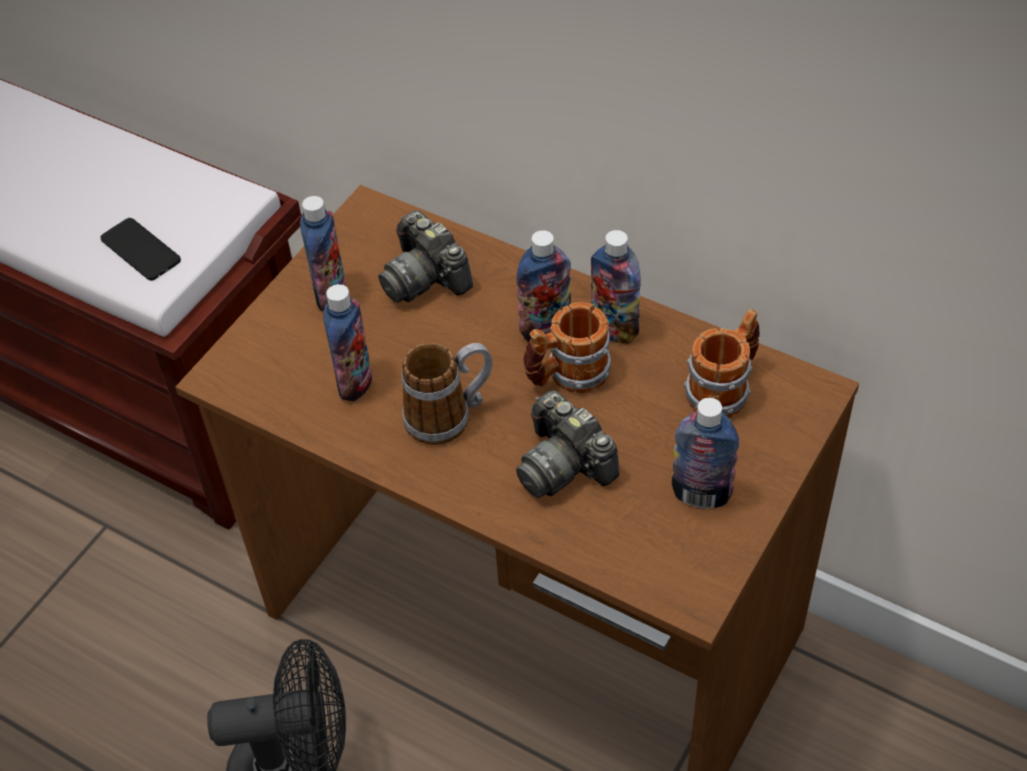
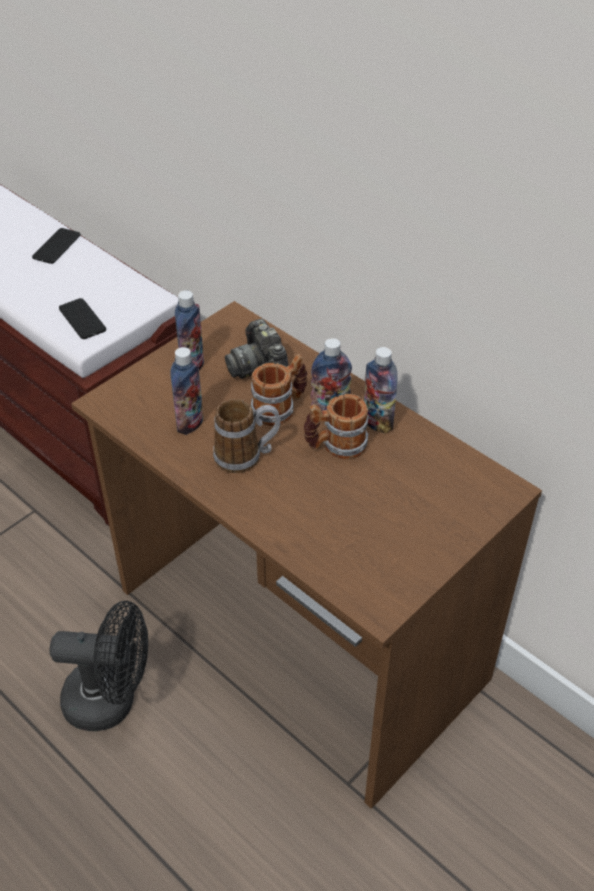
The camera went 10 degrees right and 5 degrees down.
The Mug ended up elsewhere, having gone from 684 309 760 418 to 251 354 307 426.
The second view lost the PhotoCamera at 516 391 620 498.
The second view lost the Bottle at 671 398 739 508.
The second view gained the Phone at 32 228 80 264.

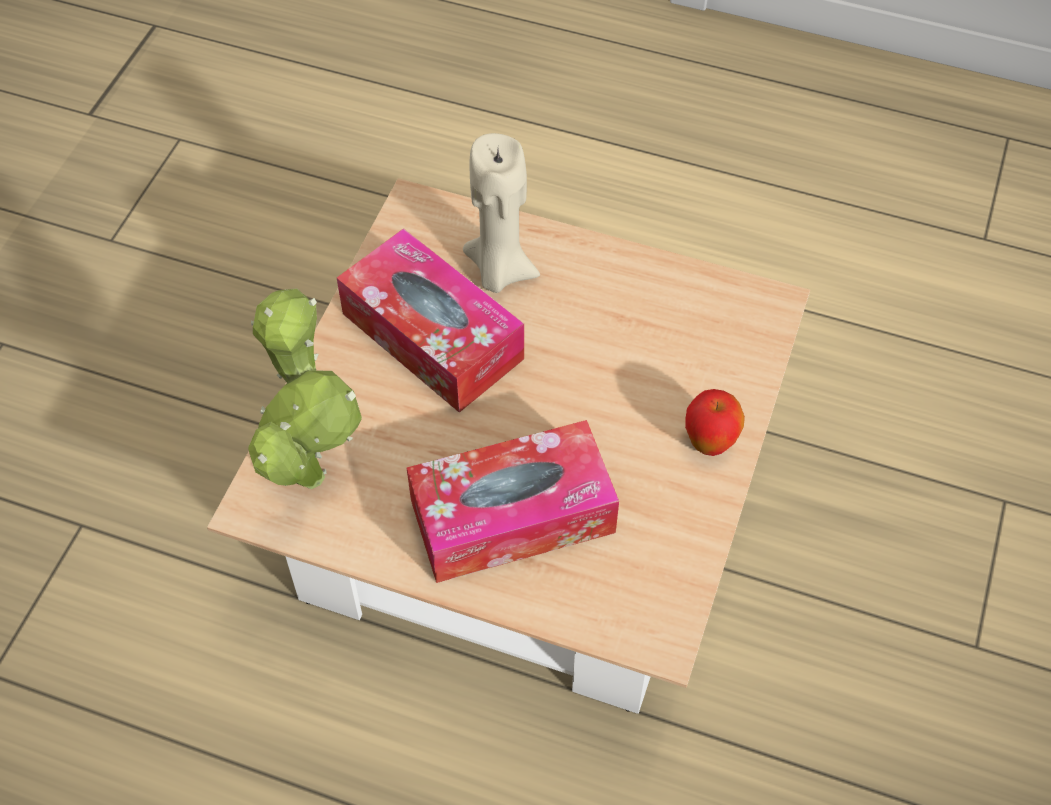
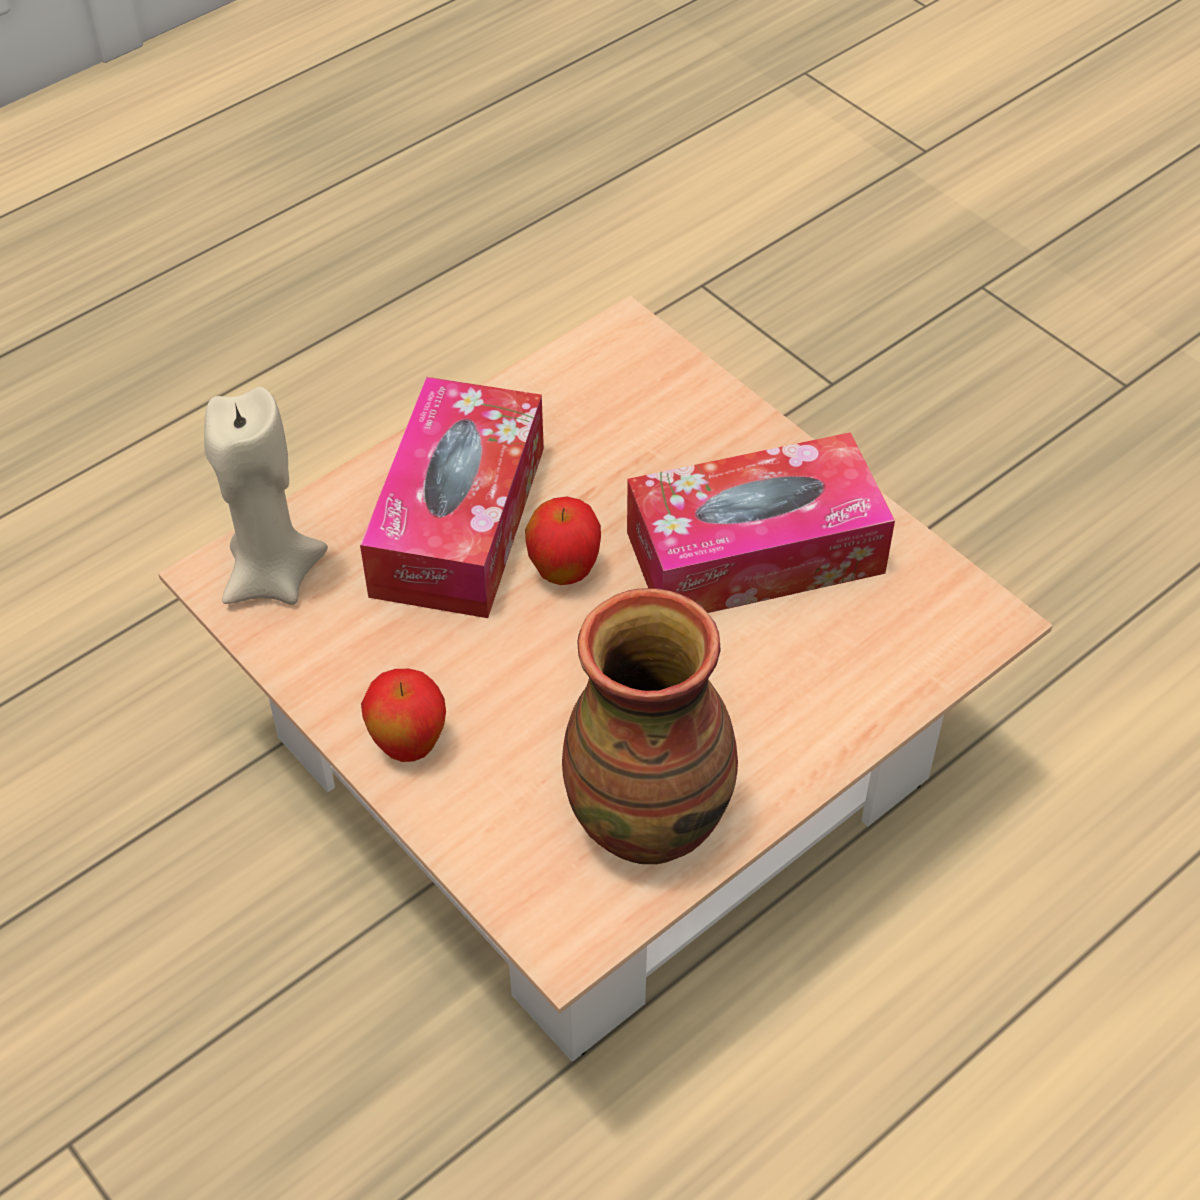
The camera went 120 degrees right and 5 degrees down.
The BeigeCandle ended up elsewhere, having gone from 463 133 540 293 to 204 387 328 605.
The second view lost the PottedPlant at 248 288 362 489.
The second view gained the Apple at 525 497 601 585.
The second view gained the Vase at 562 588 738 864.

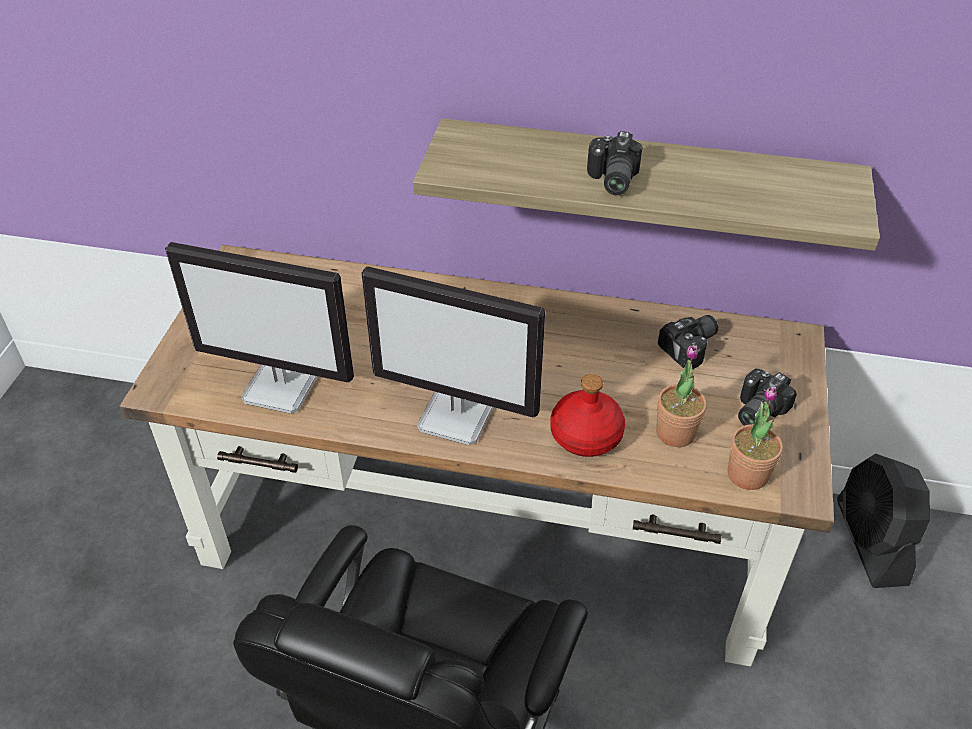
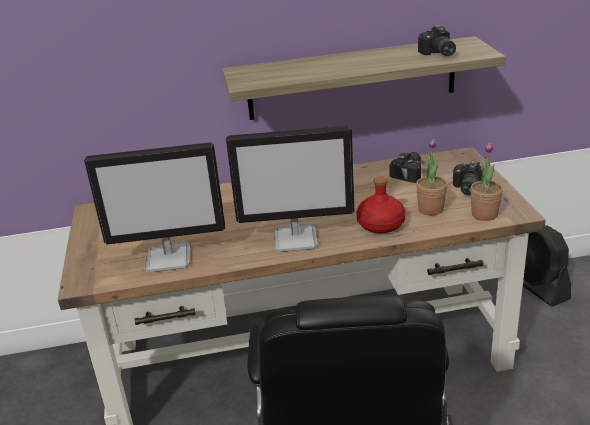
The camera went 20 degrees left and 15 degrees down.
The PhotoCamera ended up elsewhere, having gone from 587 131 642 195 to 418 25 456 56.

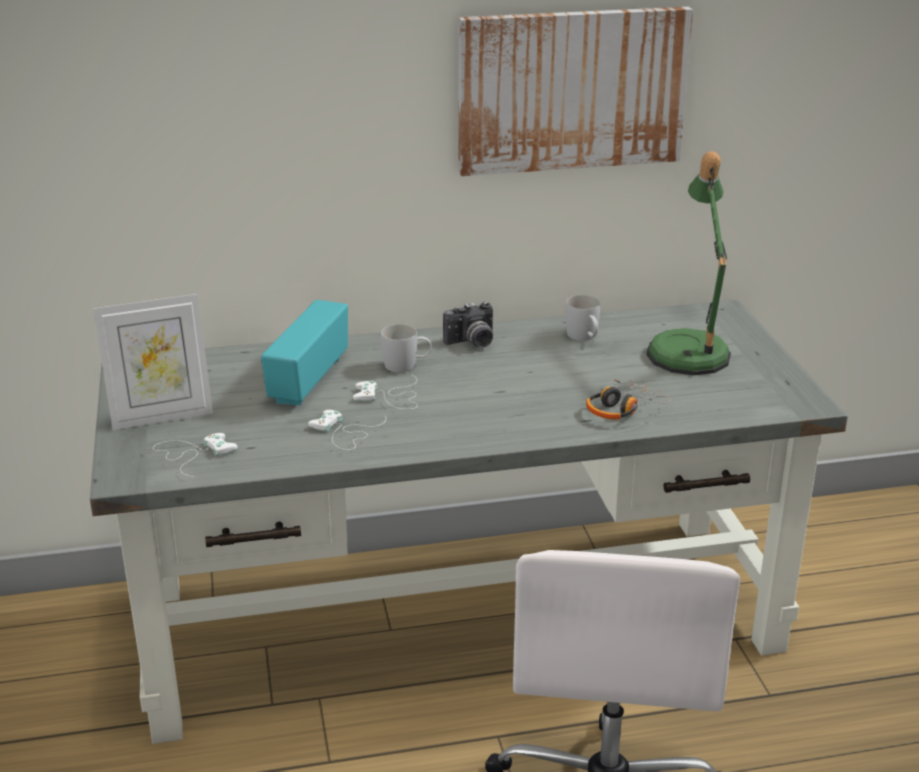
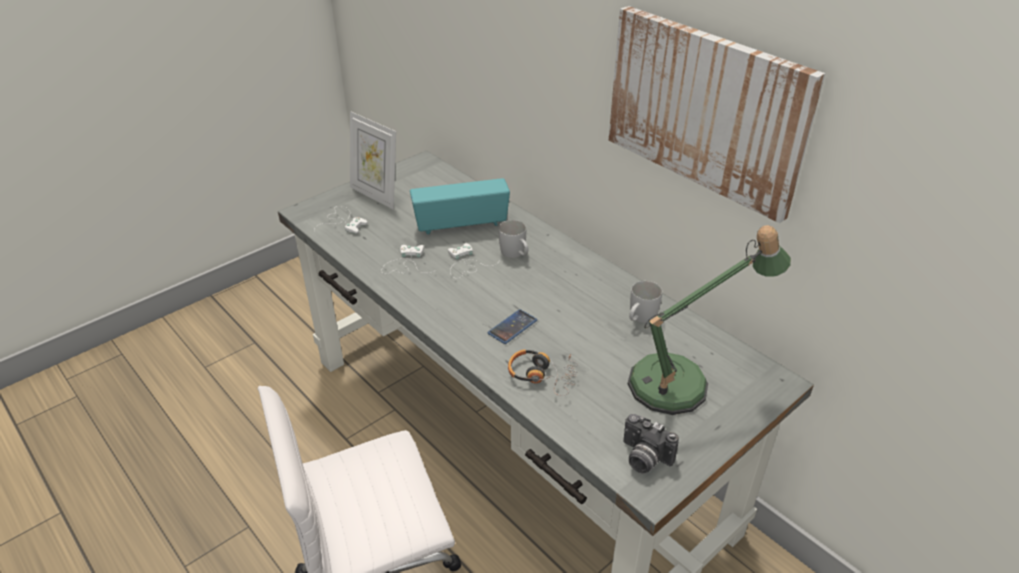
The camera went 60 degrees right and 10 degrees up.
The PhotoCamera ended up elsewhere, having gone from 443 302 493 348 to 623 414 679 473.
The second view gained the Phone at 488 309 537 344.

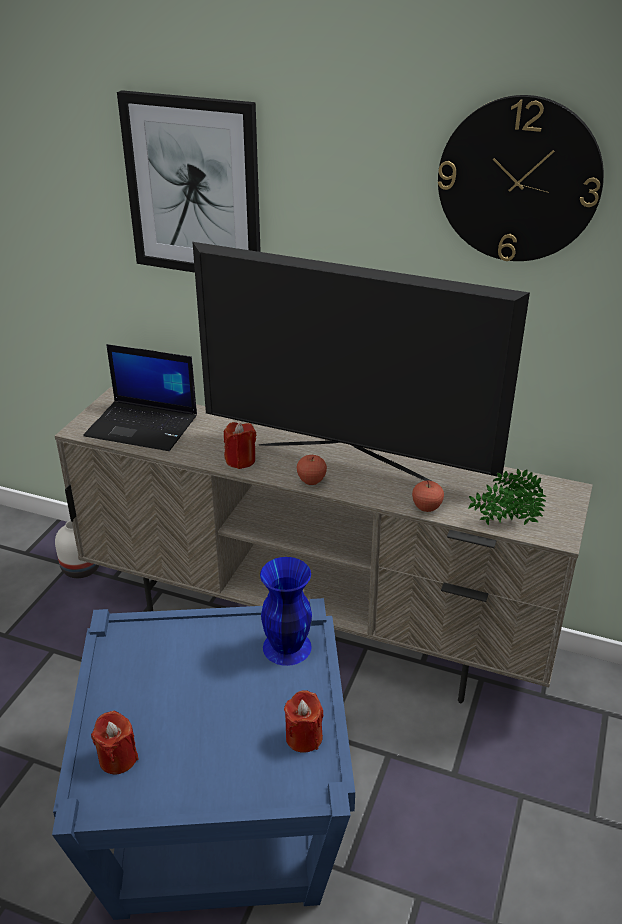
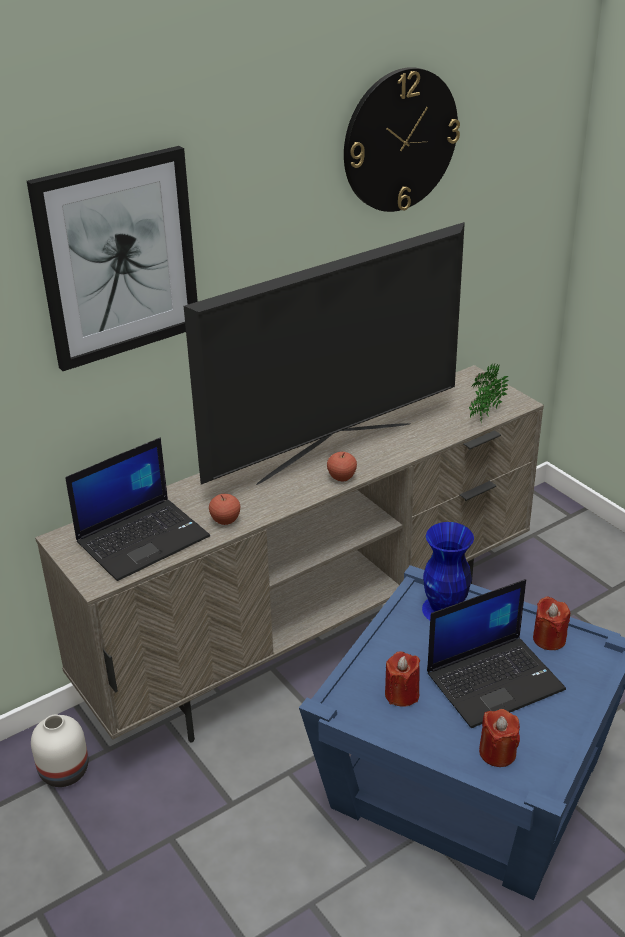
The camera went 55 degrees left and 0 degrees up.
The RedCandle ended up elsewhere, having gone from 224 422 256 469 to 385 652 420 706.
The Apple ended up elsewhere, having gone from 412 480 444 512 to 209 494 240 525.
The second view gained the Laptop at 427 579 566 728.

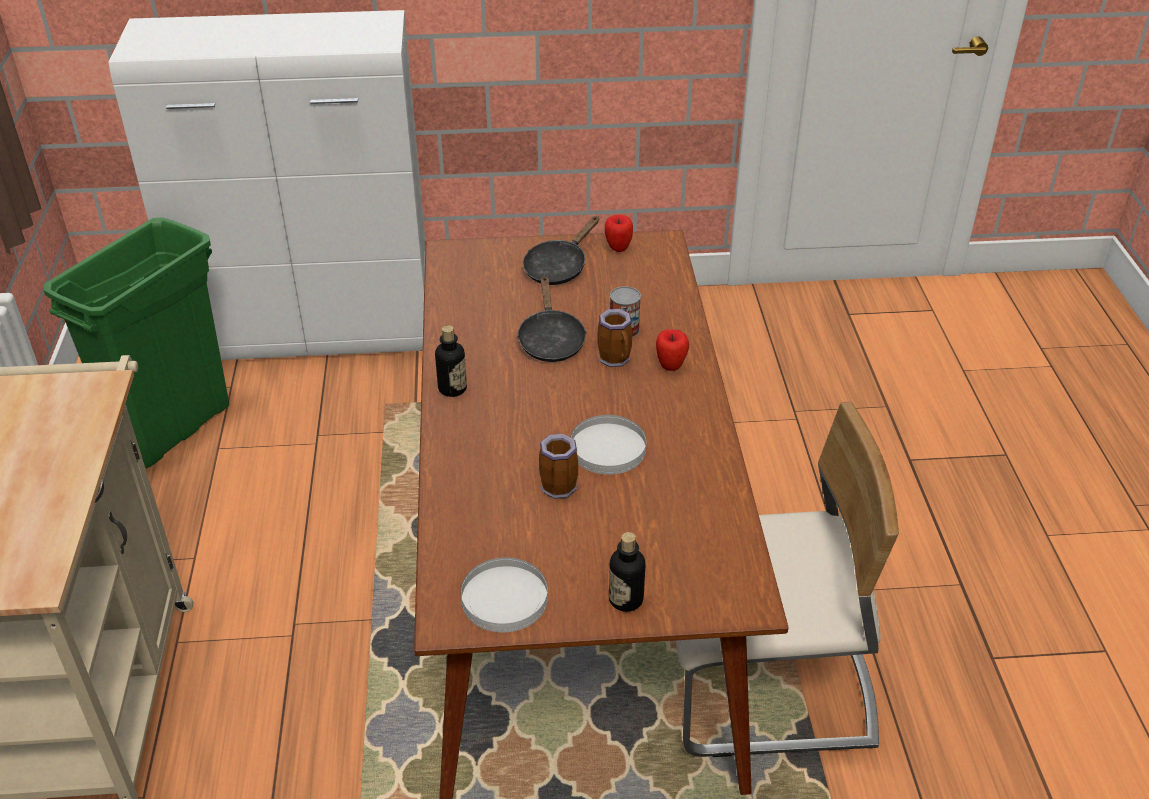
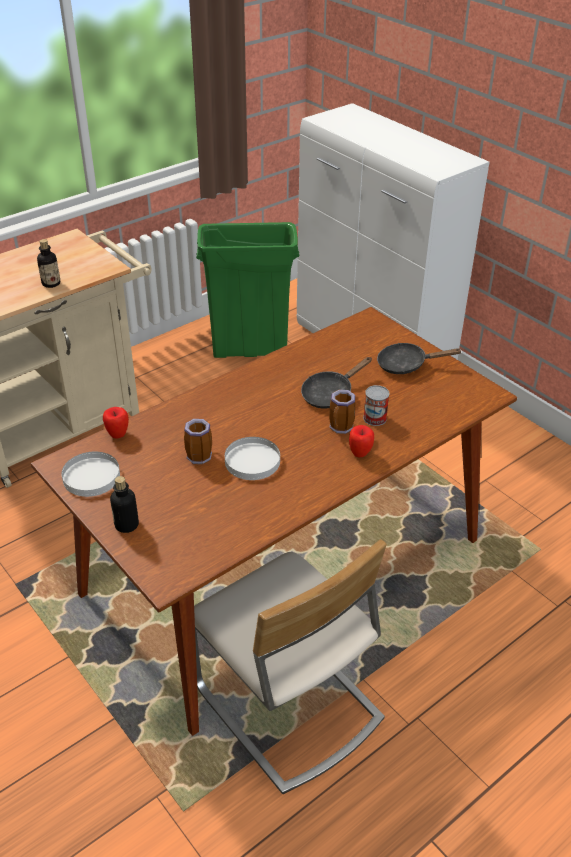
The camera went 55 degrees right and 0 degrees up.
The Apple ended up elsewhere, having gone from 605 214 633 252 to 103 407 129 438.
The Bottle ended up elsewhere, having gone from 435 325 467 397 to 37 239 60 288.

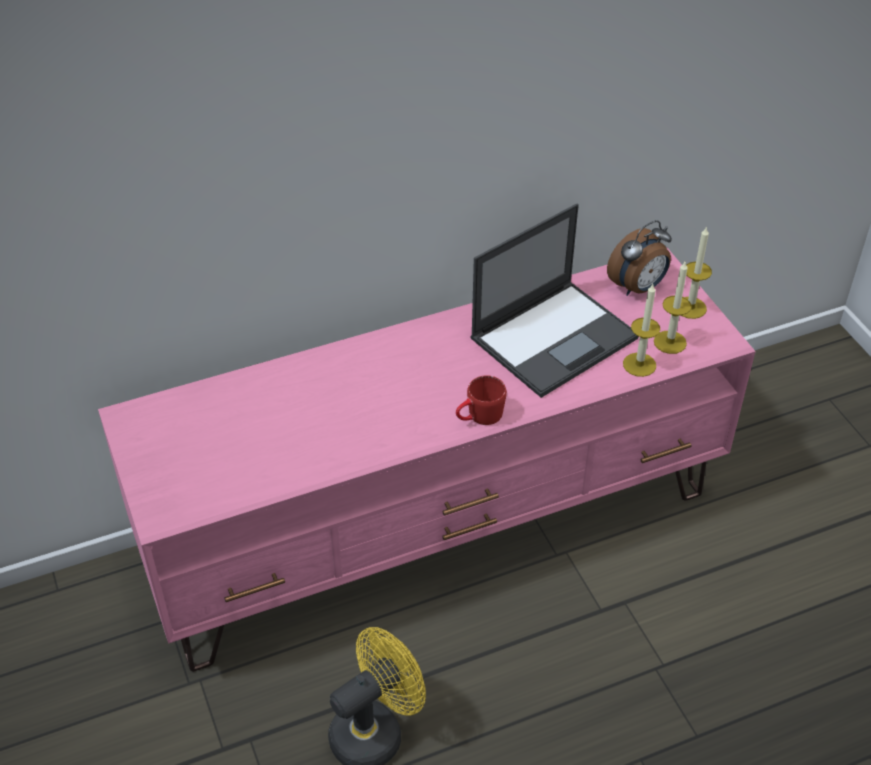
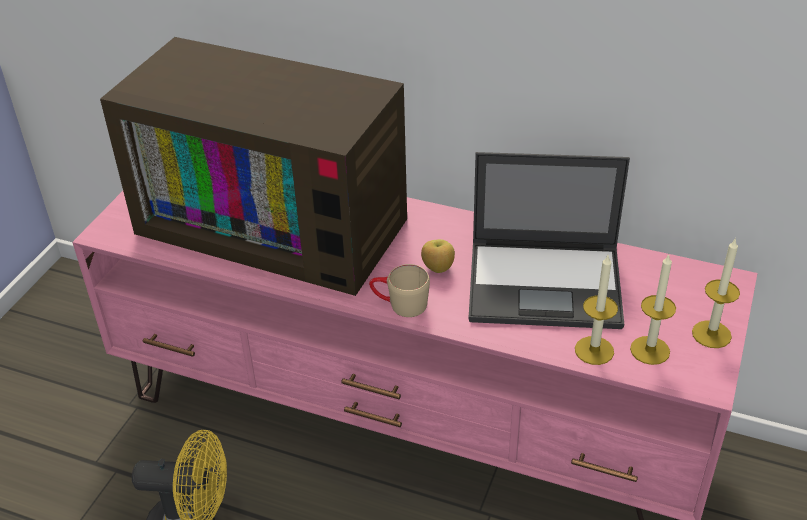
The camera went 45 degrees right and 5 degrees down.
The second view lost the AlarmClock at 607 220 672 296.
What was the RedMug at 456 375 507 425 turned into the BeigeMug at 369 264 430 317.
The second view gained the Television at 100 37 407 296.
The second view gained the Apple at 421 239 455 273.

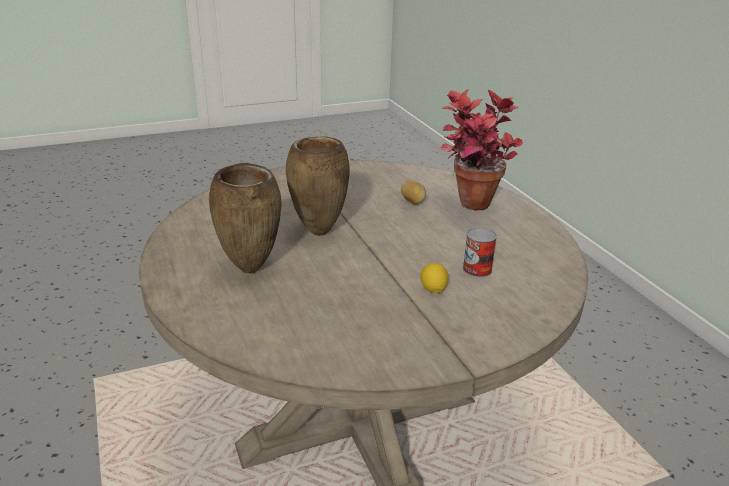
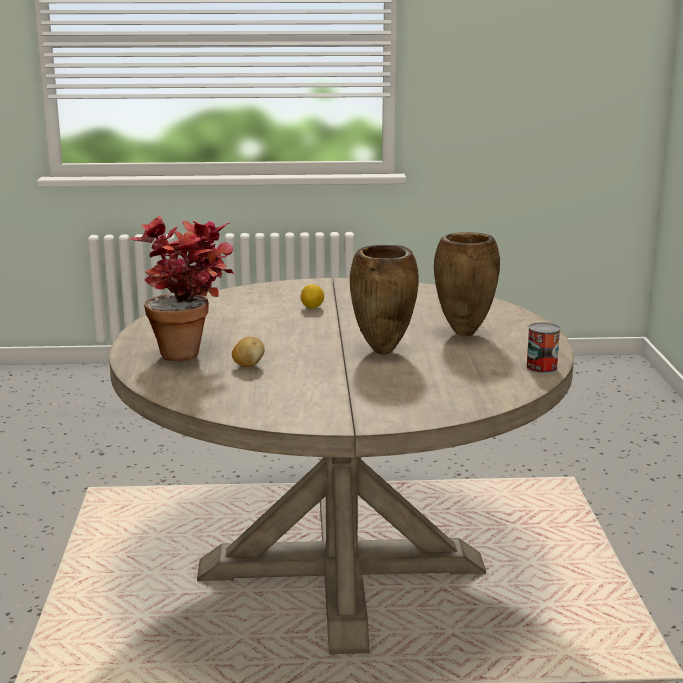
The camera went 160 degrees left and 10 degrees down.
The Can ended up elsewhere, having gone from 463 227 497 277 to 526 322 560 374.

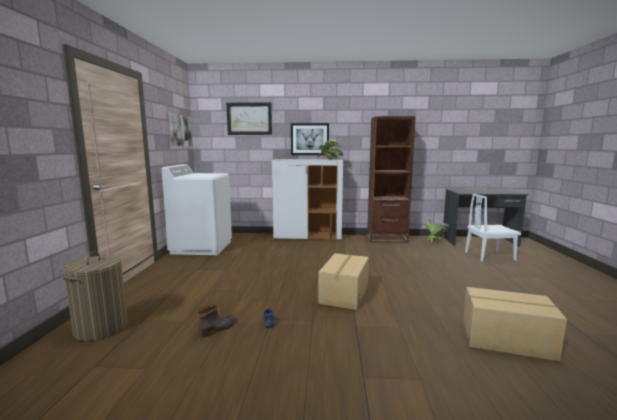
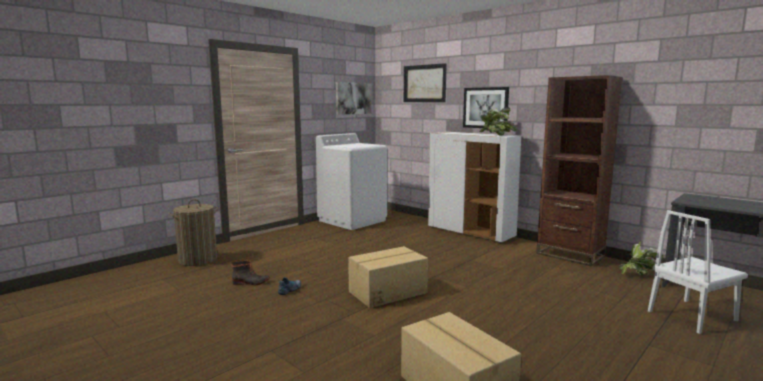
The camera went 40 degrees right and 0 degrees up.
The WhiteChair at 465 194 521 262 ended up facing another way, 60 degrees counterclockwise from before.

